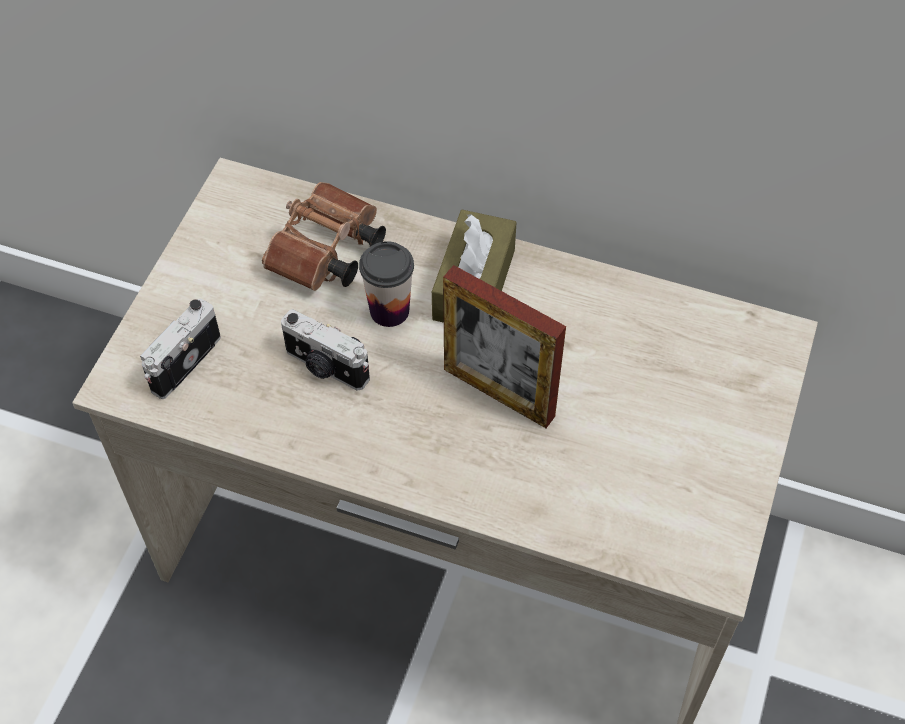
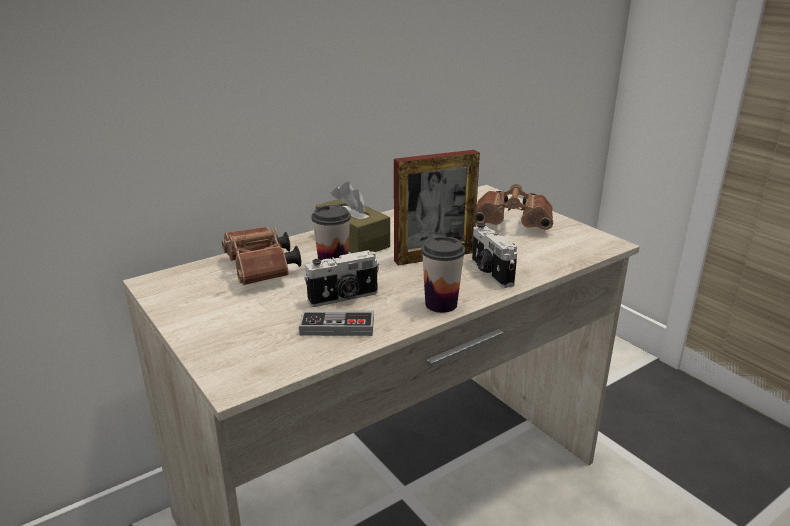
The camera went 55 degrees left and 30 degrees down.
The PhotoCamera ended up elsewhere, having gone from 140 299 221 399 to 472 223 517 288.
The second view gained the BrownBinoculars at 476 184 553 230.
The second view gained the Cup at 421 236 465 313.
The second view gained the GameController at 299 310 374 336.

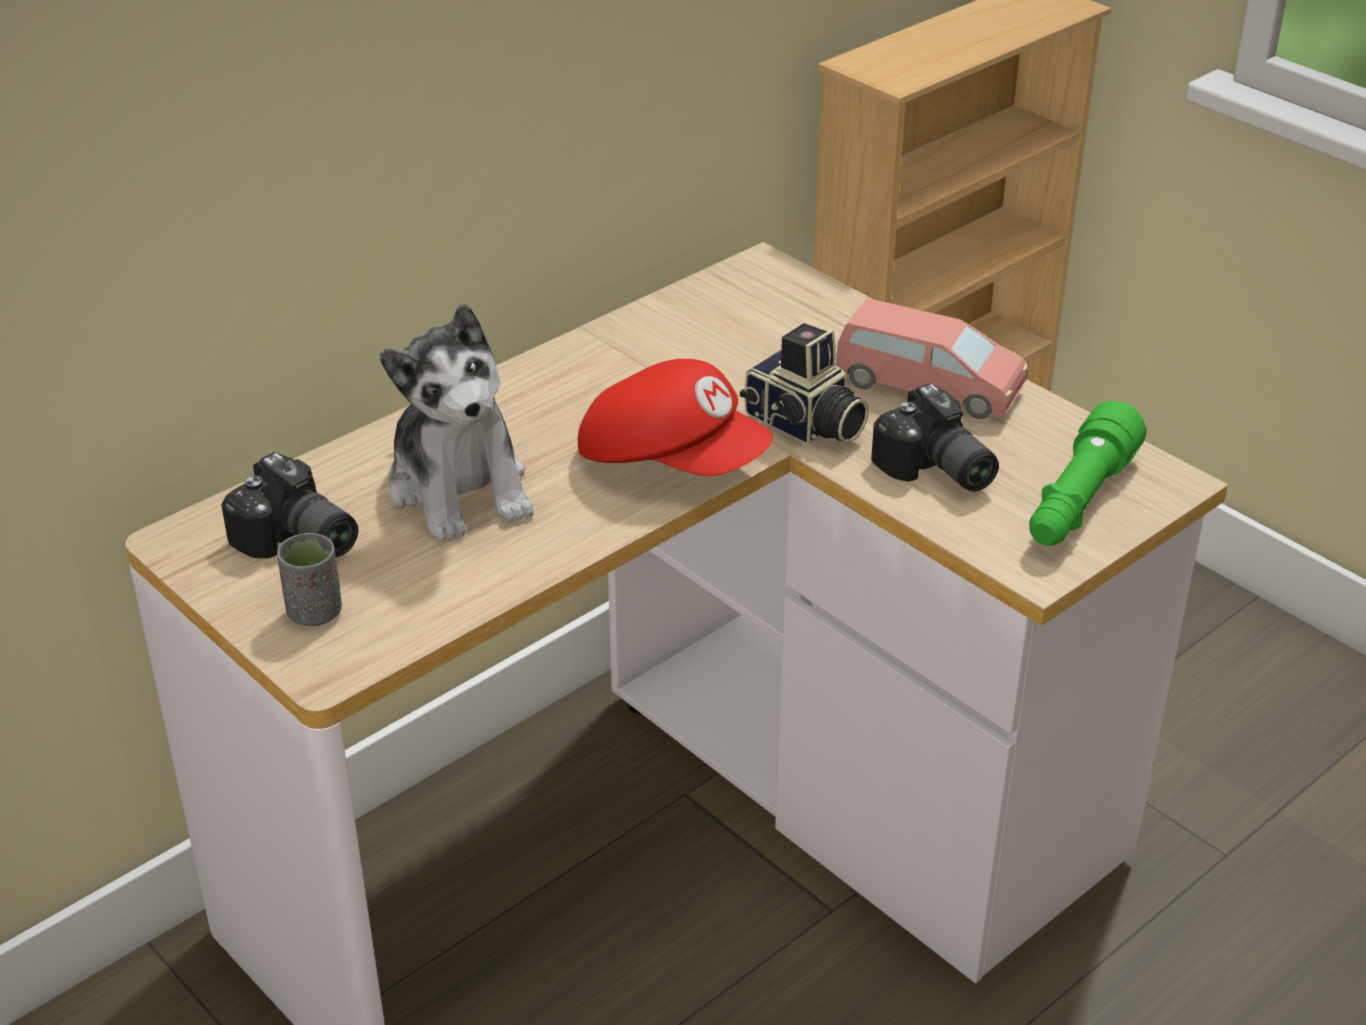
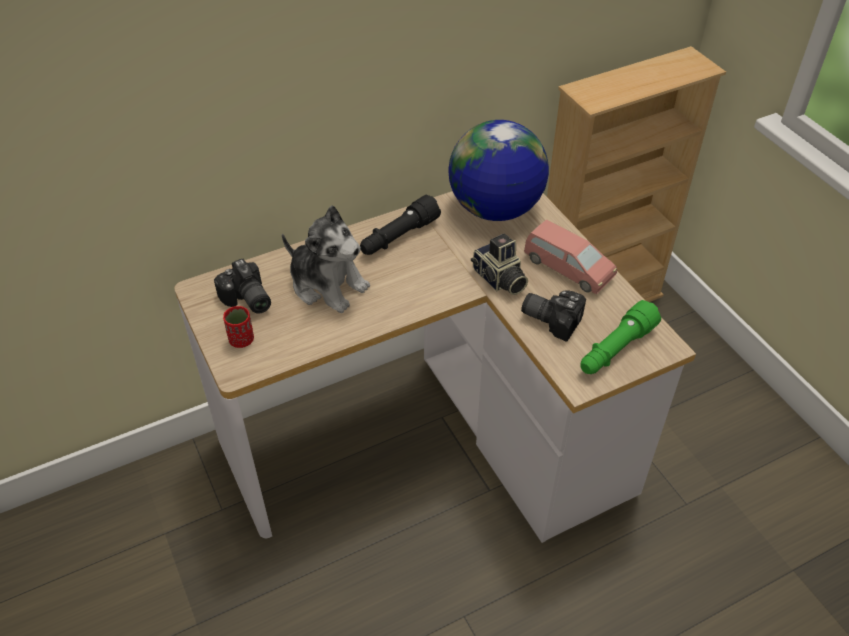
The camera went 15 degrees right and 10 degrees up.
The PlushToy at 380 304 534 542 ended up facing another way, 45 degrees counterclockwise from before.
The second view lost the RedCap at 578 359 773 476.
The PhotoCamera at 871 383 999 492 ended up facing another way, 135 degrees clockwise from before.
What was the GreyCup at 277 533 342 626 turned into the RedCup at 223 306 254 348.
The second view gained the Globe at 449 120 549 221.
The second view gained the BlackFlashlight at 360 195 441 255.

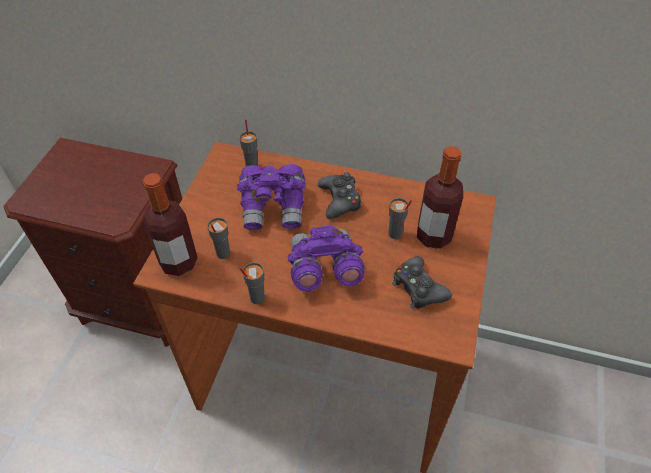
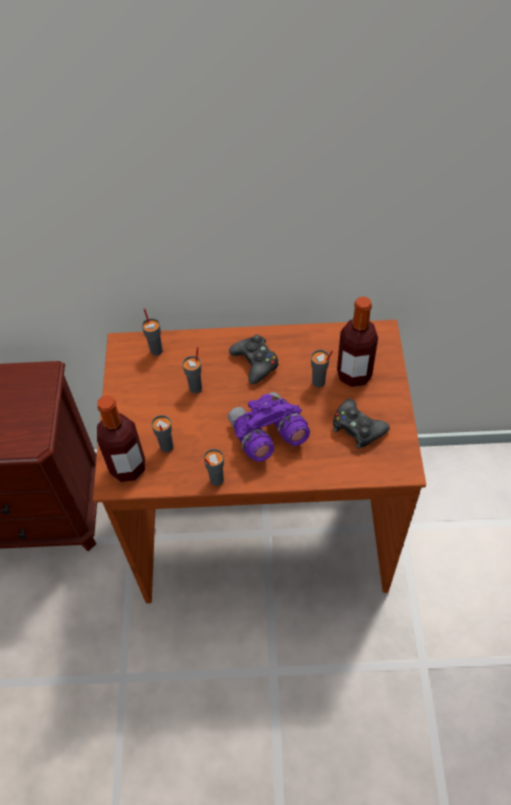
The camera went 15 degrees left and 5 degrees up.
Where the PurpleBinoculars stood at 237 164 306 230, the GreyCup came to stand at 182 347 202 393.

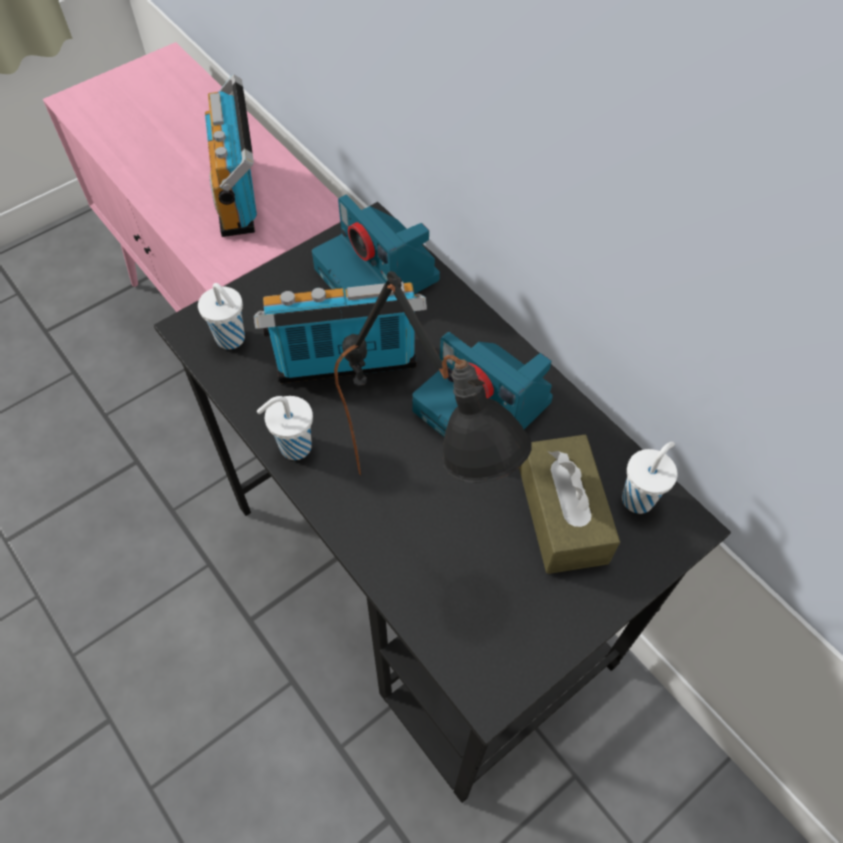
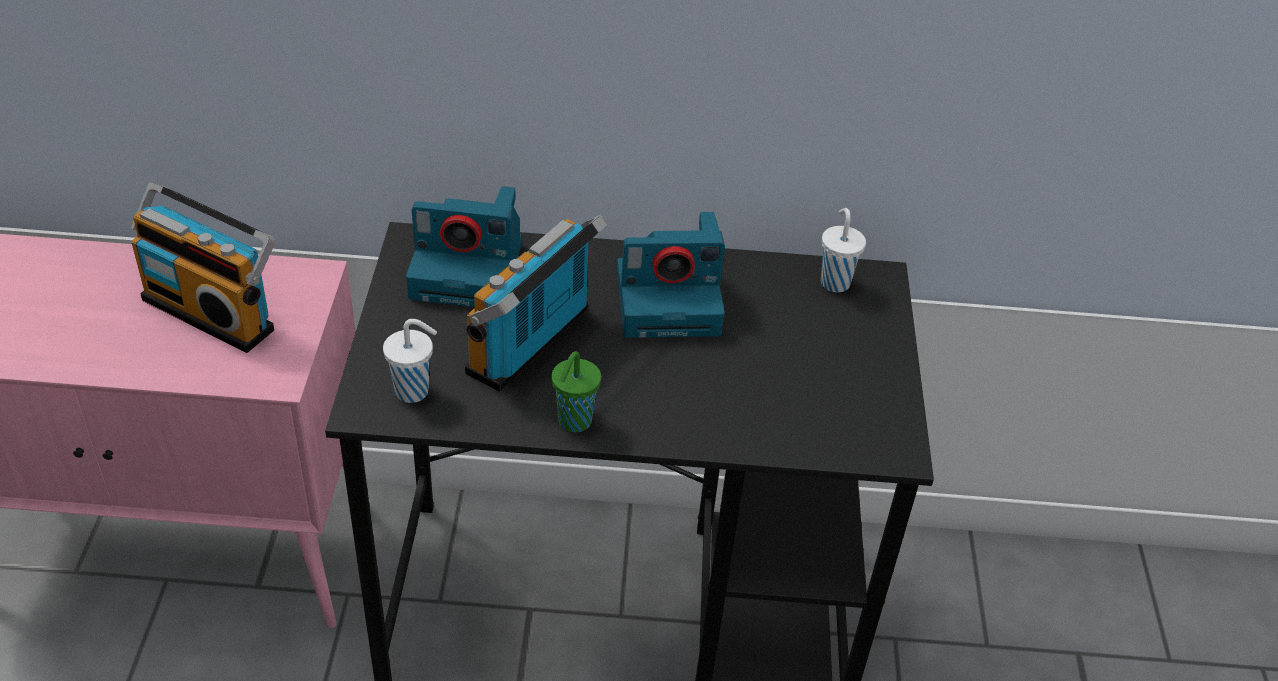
The camera went 50 degrees left and 15 degrees down.
The second view lost the BlackTableLamp at 334 271 532 483.
What was the WhiteCup at 257 396 313 460 turned into the GreenCup at 551 351 601 432.
The second view lost the BrownTissueBox at 519 435 620 574.

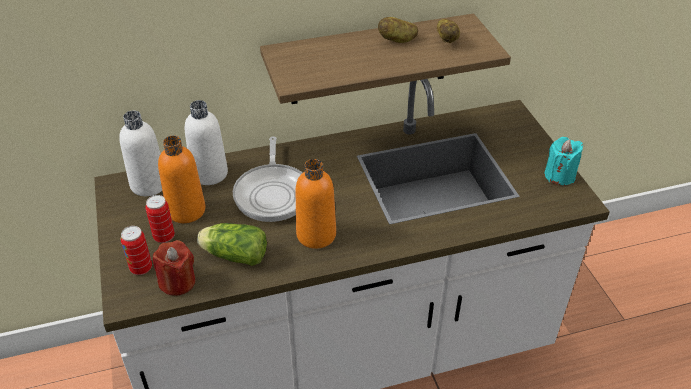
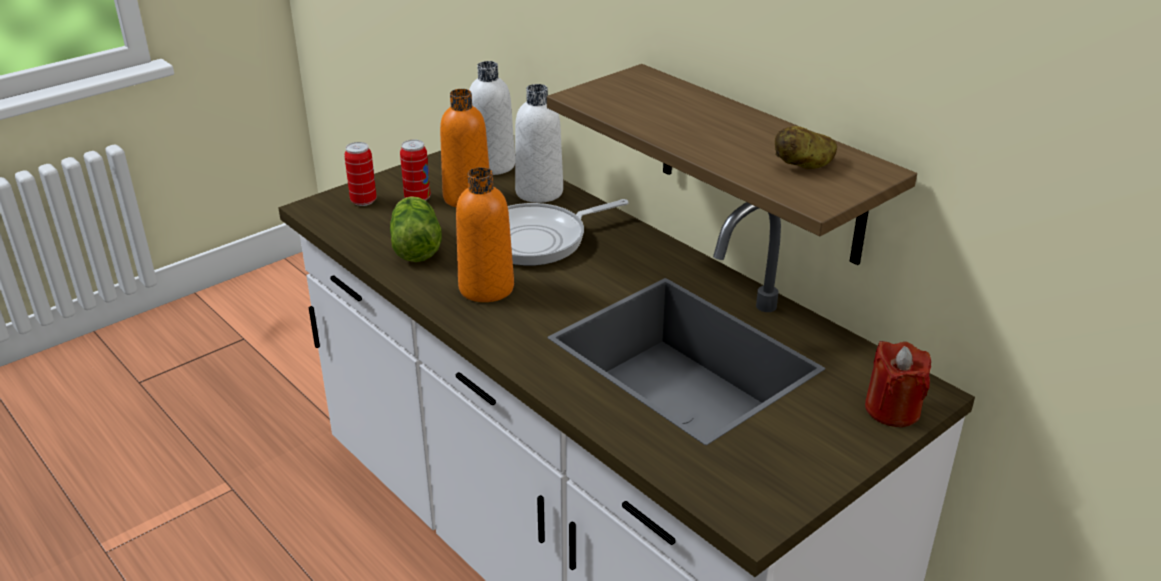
The camera went 65 degrees right and 10 degrees down.
The second view lost the Potato at 378 17 418 43.
The second view lost the TurquoiseCandle at 544 137 583 185.
The RedCandle ended up elsewhere, having gone from 153 240 195 296 to 865 341 931 427.

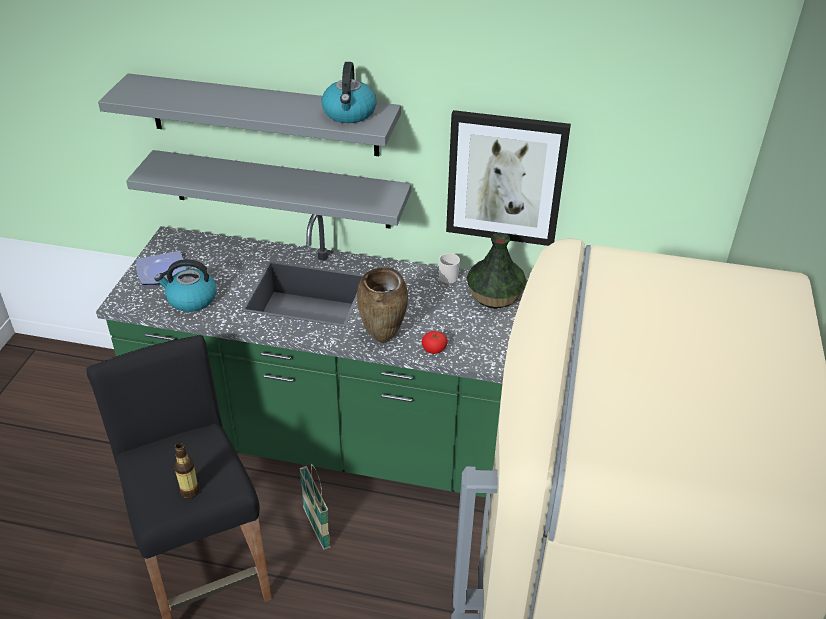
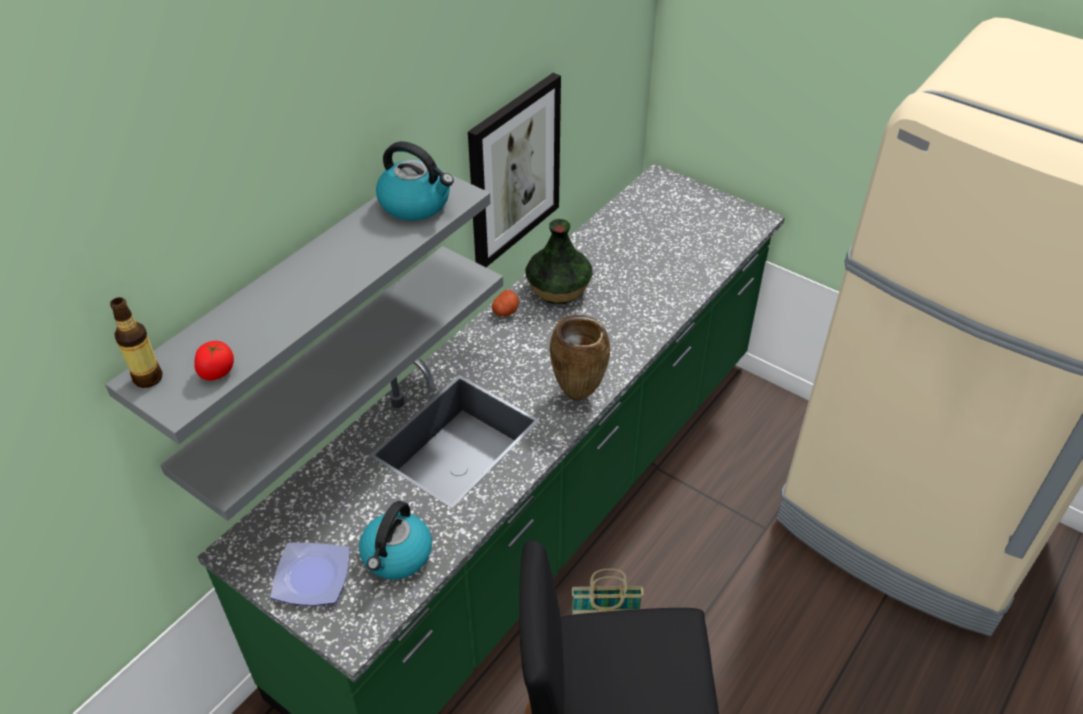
The camera went 65 degrees left and 5 degrees up.
Where the Mug stood at 439 253 460 284, the Potato came to stand at 492 290 519 316.
The Tomato ended up elsewhere, having gone from 422 331 448 354 to 194 341 234 381.
The Bottle ended up elsewhere, having gone from 174 443 200 499 to 110 297 163 388.

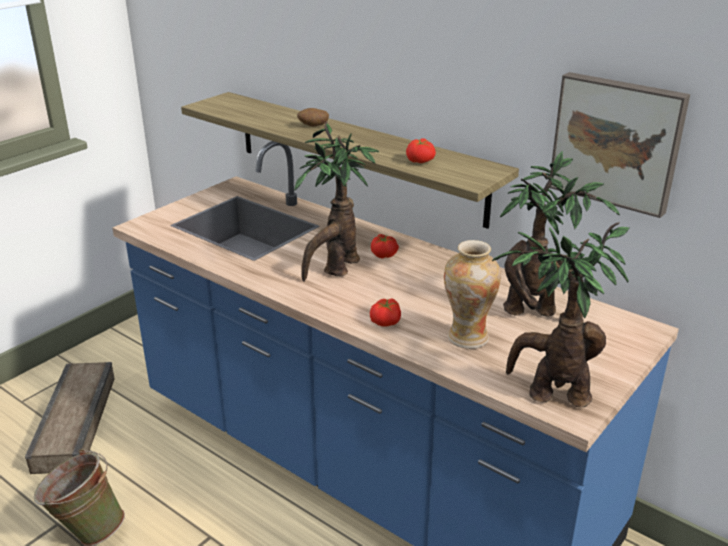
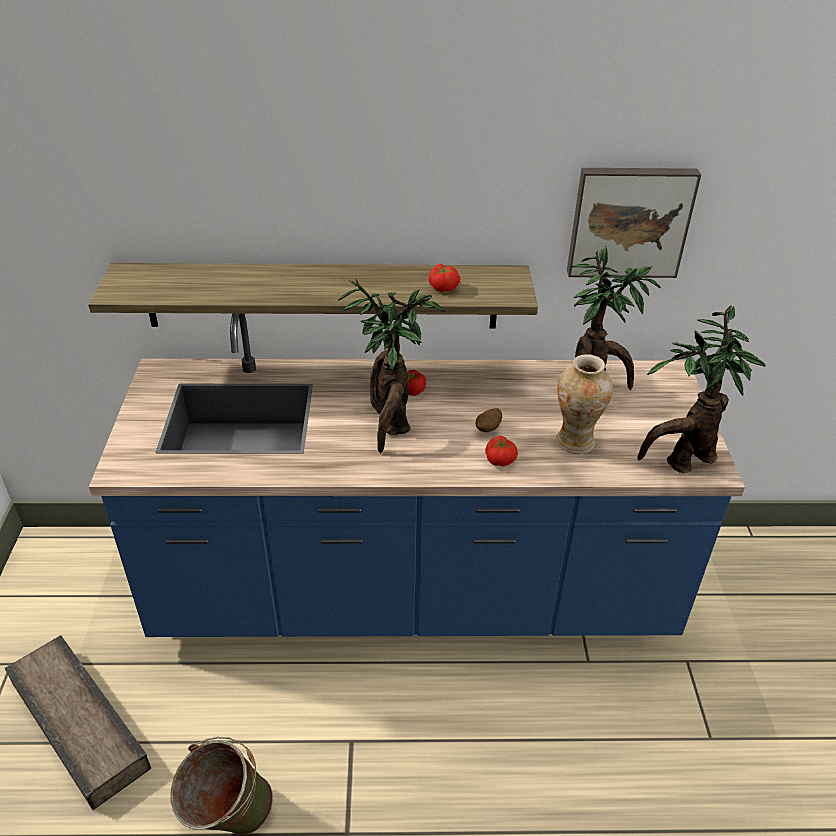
The camera went 40 degrees left and 10 degrees up.
The Potato ended up elsewhere, having gone from 297 108 329 127 to 476 408 502 432.

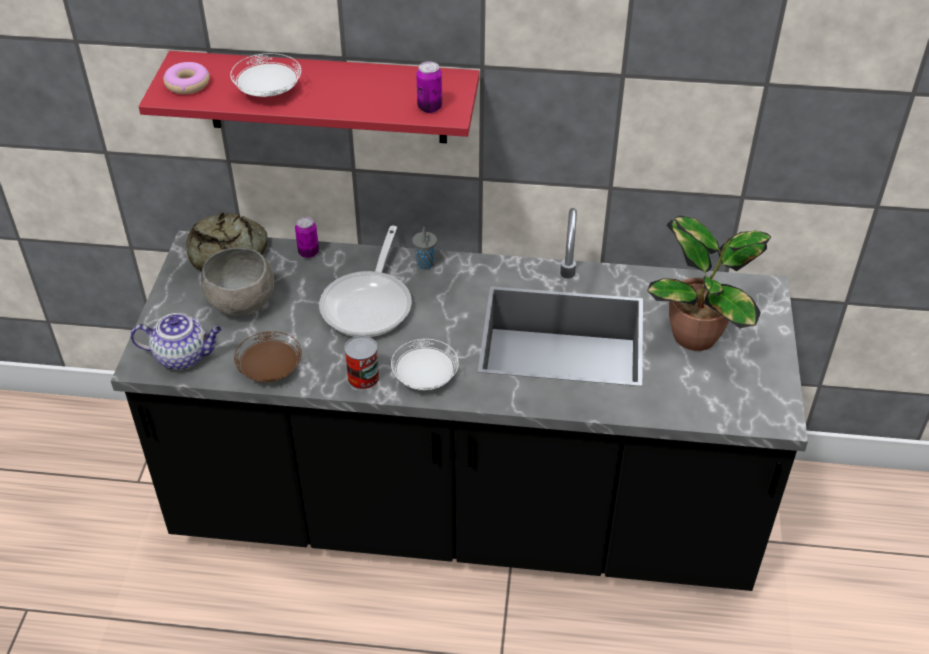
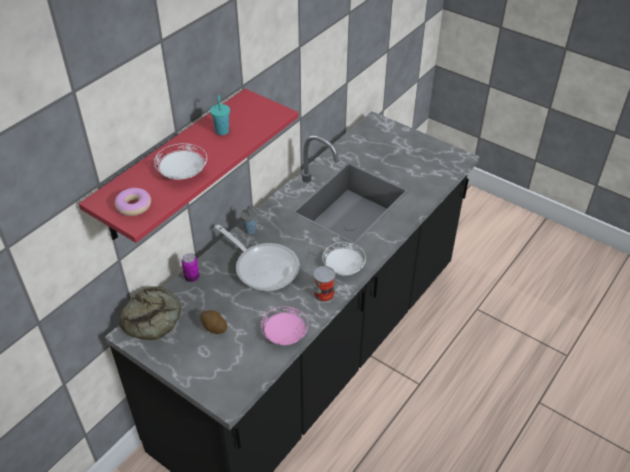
The camera went 60 degrees left and 0 degrees up.
The second view lost the Can at 416 61 442 113.
The second view lost the PottedPlant at 647 216 771 351.
Where the GreyBowl stood at 201 248 274 316, the Potato came to stand at 200 310 227 334.
The second view lost the Teapot at 130 313 222 370.
What was the BrownPlate at 234 331 302 382 turned into the PinkPlate at 261 306 308 345.
The second view gained the TurquoiseCup at 210 95 230 135.

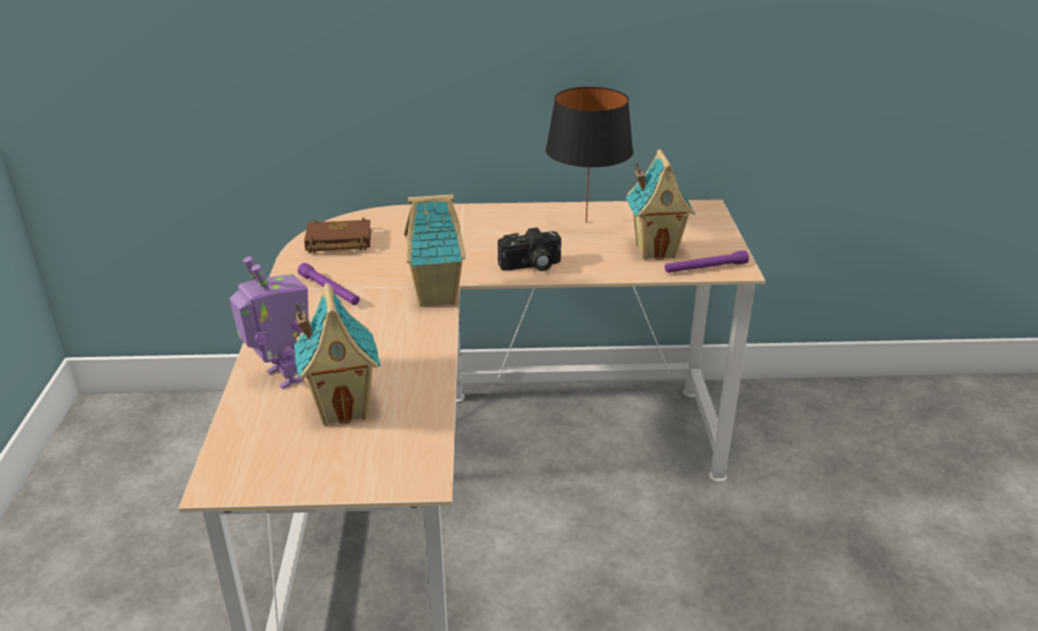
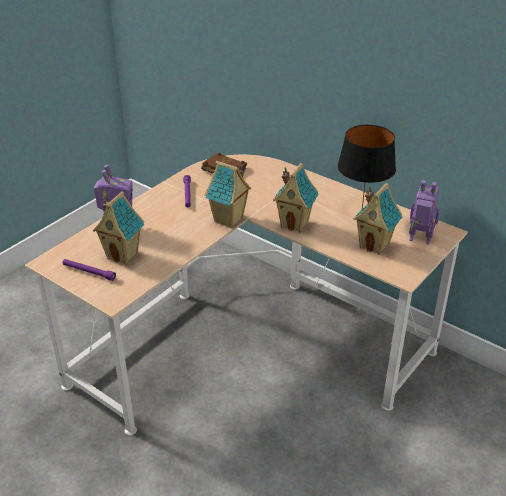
The camera went 40 degrees right and 5 degrees up.
Where the PhotoCamera stood at 498 227 561 271, the ToyHouse came to stand at 273 163 319 232.
The PurpleFlashlight ended up elsewhere, having gone from 665 250 749 273 to 62 259 116 281.
The second view gained the ToyRobot at 409 180 440 245.

